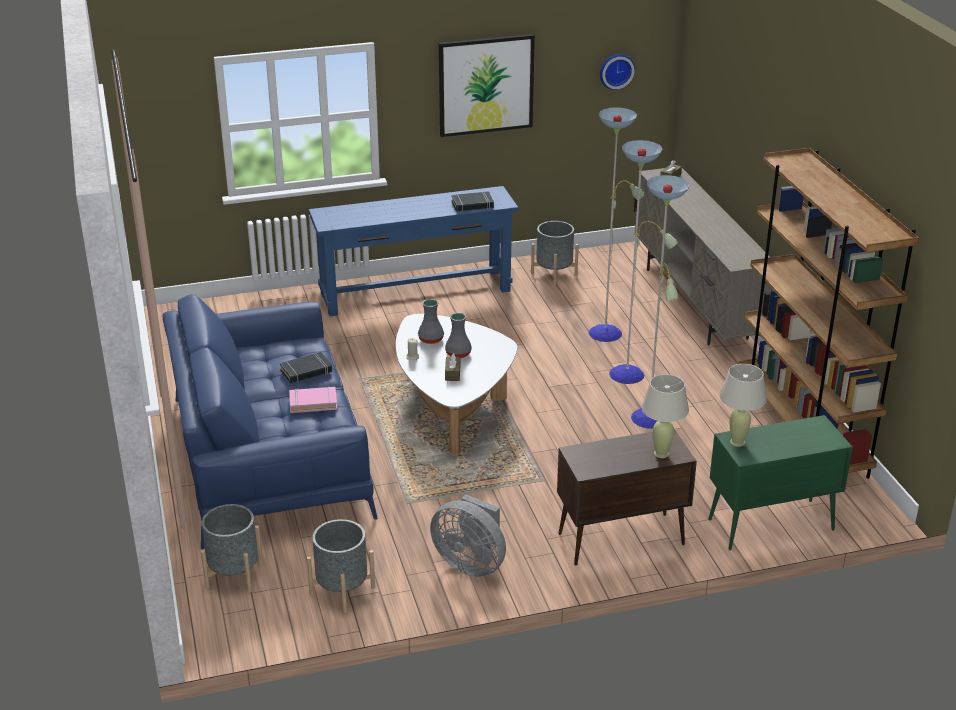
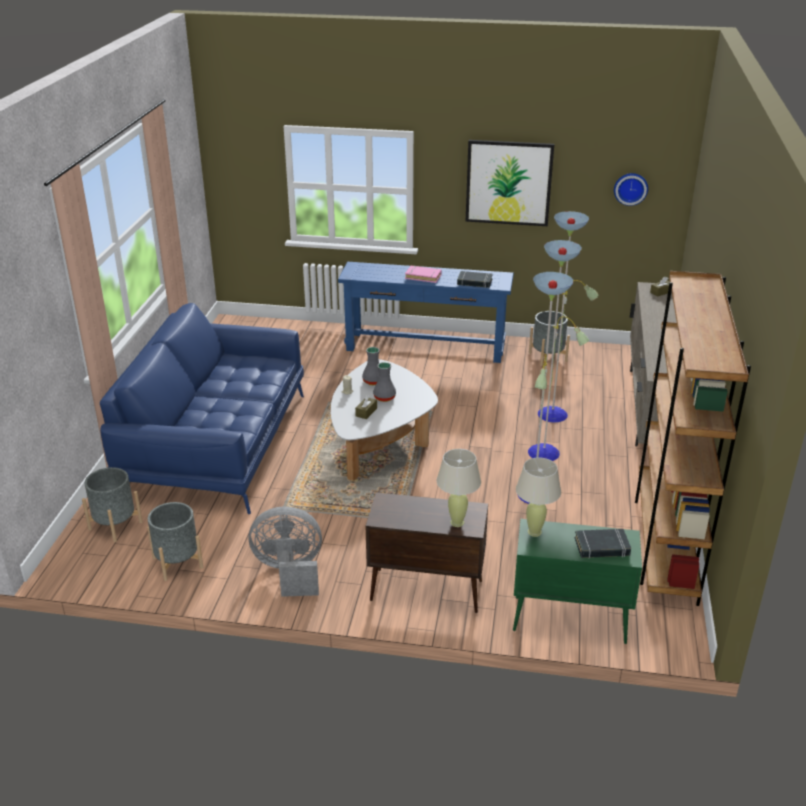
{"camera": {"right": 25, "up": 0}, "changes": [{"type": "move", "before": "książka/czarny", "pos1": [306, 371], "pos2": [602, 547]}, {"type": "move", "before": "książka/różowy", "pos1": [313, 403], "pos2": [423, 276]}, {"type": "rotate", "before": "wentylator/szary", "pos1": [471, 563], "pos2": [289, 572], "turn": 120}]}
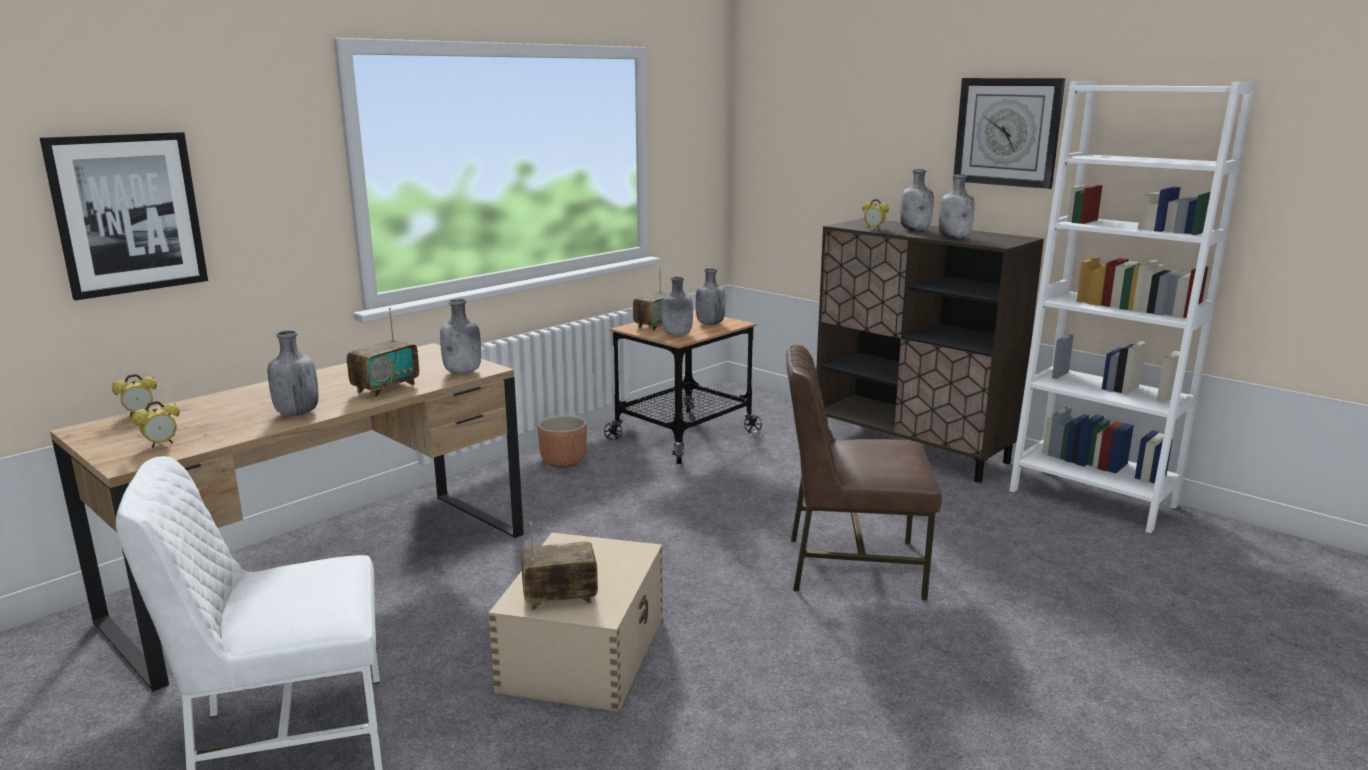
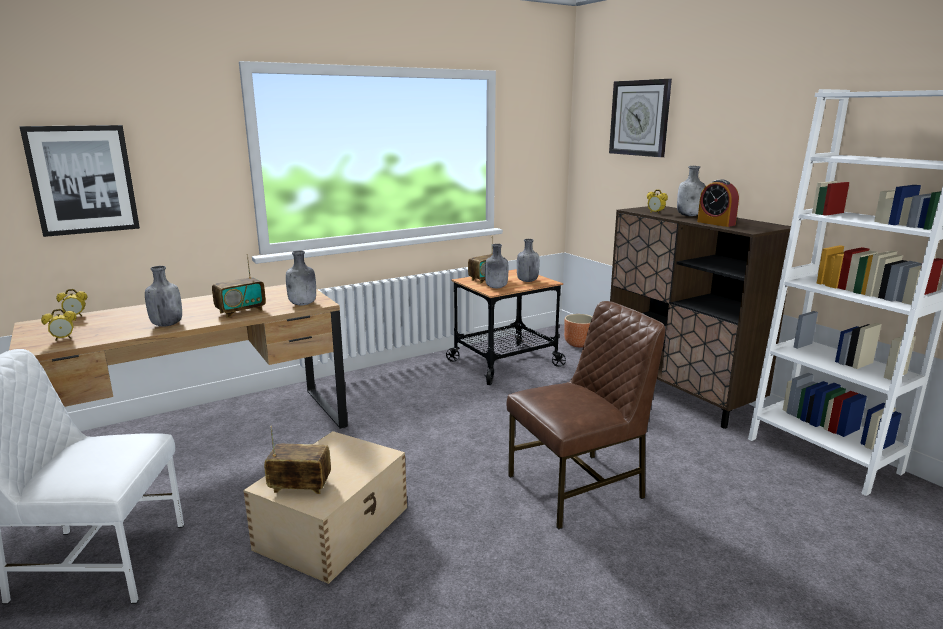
{"camera": {"right": 15, "up": 0}, "changes": [{"type": "move", "before": "donica/brązowy", "pos1": [564, 462], "pos2": [579, 344]}, {"type": "move", "before": "zegar ścienny", "pos1": [1007, 132], "pos2": [639, 118]}, {"type": "replace", "before": "butelka/szary", "after": "budzik", "pos1": [954, 238], "pos2": [716, 223]}, {"type": "rotate", "before": "krzesło/brązowy", "pos1": [851, 566], "pos2": [578, 487], "turn": 135}]}
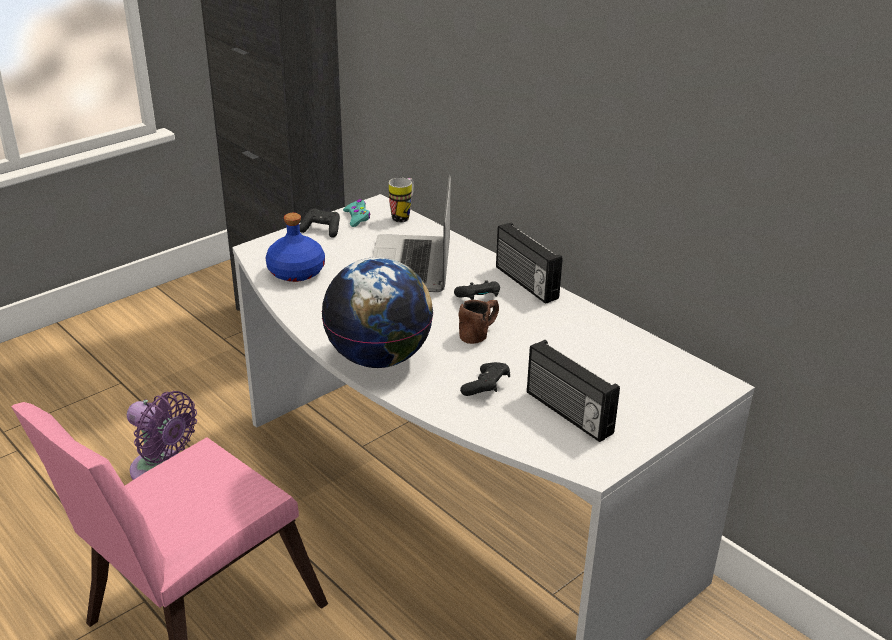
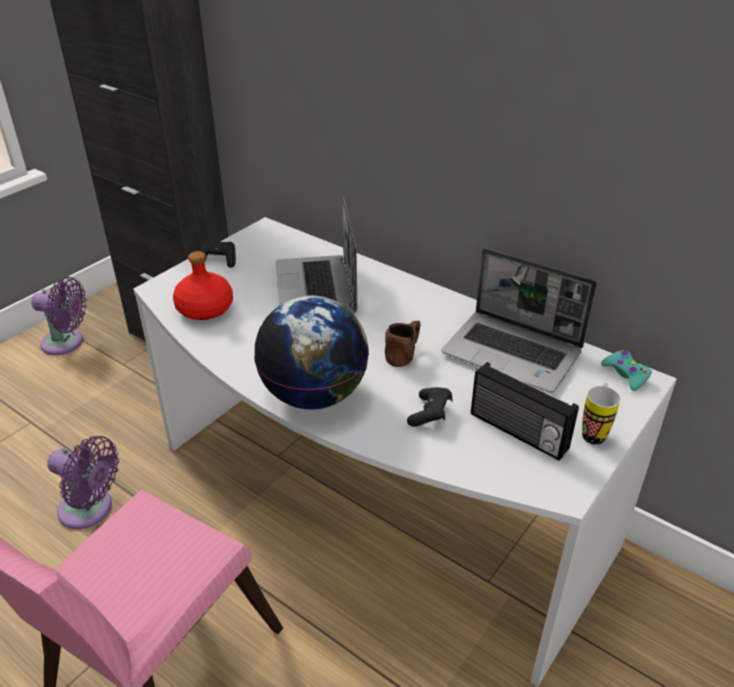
{"camera": {"right": -10, "up": 5}, "changes": [{"type": "delete", "before": "pad do gier/czarny", "pos1": [479, 299]}, {"type": "delete", "before": "radio", "pos1": [525, 283]}, {"type": "insert", "after": "wentylator/fioletowy", "pos2": [66, 343]}, {"type": "insert", "after": "laptop", "pos2": [514, 353]}, {"type": "move", "before": "pad do gier/turkusowy", "pos1": [357, 218], "pos2": [626, 374]}, {"type": "move", "before": "kubek", "pos1": [403, 216], "pos2": [594, 431]}, {"type": "recolor", "before": "butelka/niebieski", "after": "butelka/czerwony", "pos1": [295, 272], "pos2": [204, 309]}]}
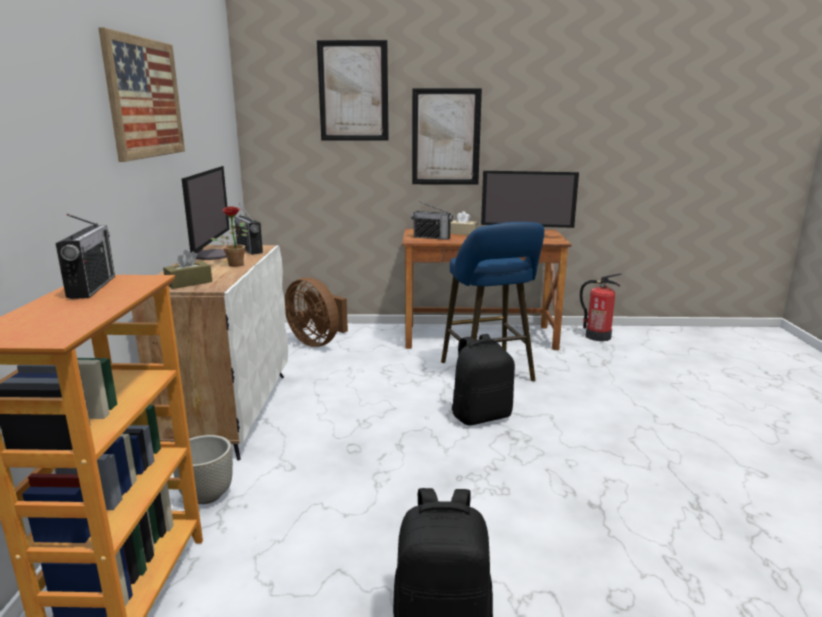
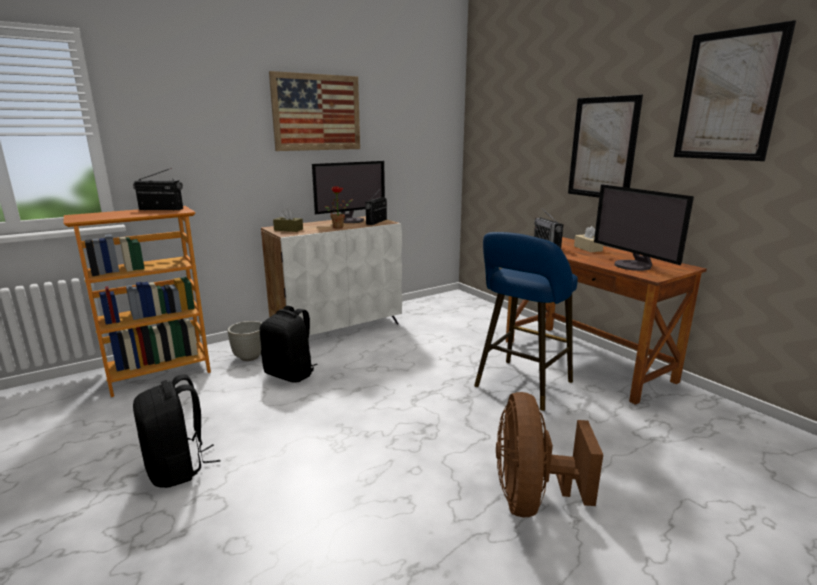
{"camera": {"right": 55, "up": 0}, "changes": [{"type": "delete", "before": "gaśnica", "pos1": [597, 336]}, {"type": "move", "before": "wentylator/brązowy", "pos1": [318, 342], "pos2": [532, 498]}, {"type": "move", "before": "obraz", "pos1": [353, 91], "pos2": [728, 96]}, {"type": "move", "before": "plecak/czarny", "pos1": [481, 415], "pos2": [290, 374]}, {"type": "rotate", "before": "radio", "pos1": [92, 287], "pos2": [161, 209], "turn": -135}]}
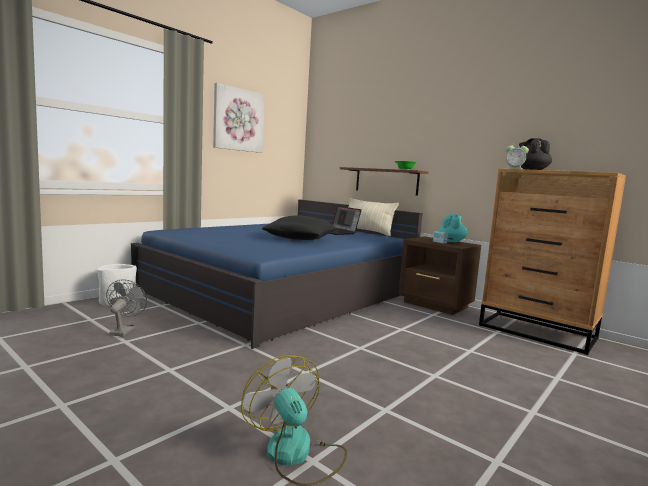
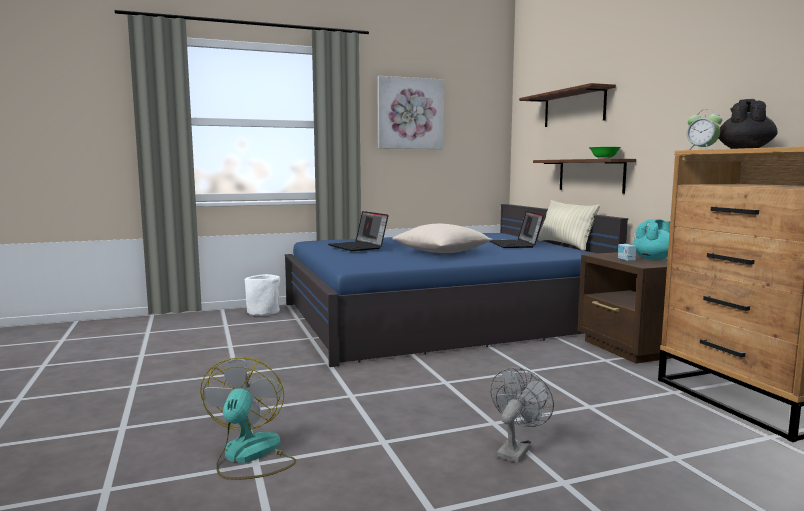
{"camera": {"right": 30, "up": 0}, "changes": [{"type": "insert", "after": "laptop", "pos2": [358, 247]}, {"type": "insert", "after": "półka/brązowy", "pos2": [574, 108]}, {"type": "move", "before": "wentylator/szary", "pos1": [124, 330], "pos2": [516, 449]}, {"type": "recolor", "before": "poduszka/czarny", "after": "poduszka/beżowy", "pos1": [300, 239], "pos2": [441, 252]}]}
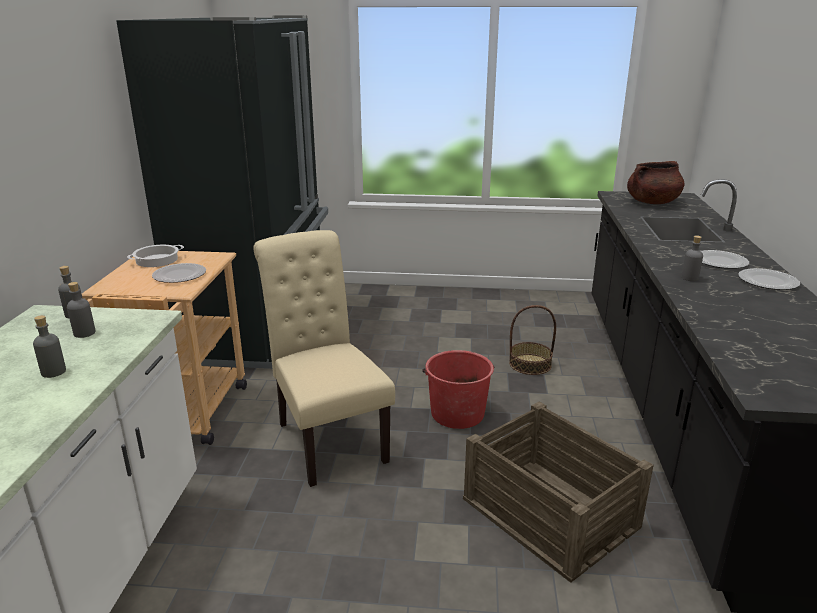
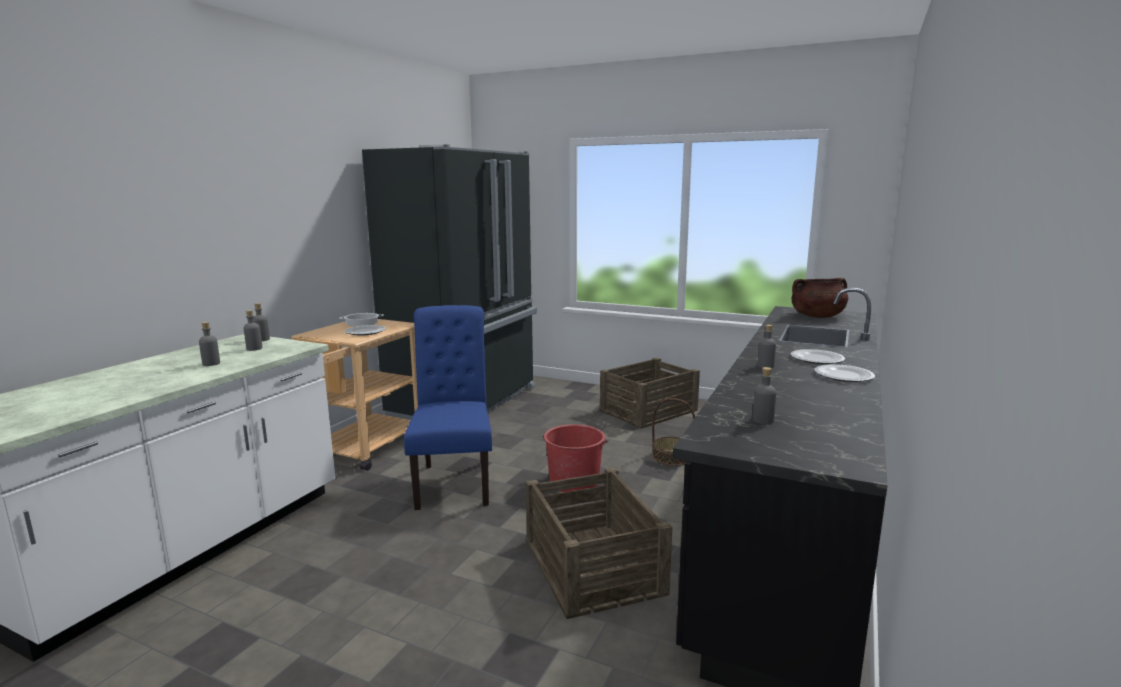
{"camera": {"right": 20, "up": -10}, "changes": [{"type": "insert", "after": "skrzynka", "pos2": [649, 410]}, {"type": "insert", "after": "butelka/szary", "pos2": [763, 420]}, {"type": "recolor", "before": "krzesło/beżowy", "after": "krzesło/niebieski", "pos1": [327, 438], "pos2": [454, 481]}]}
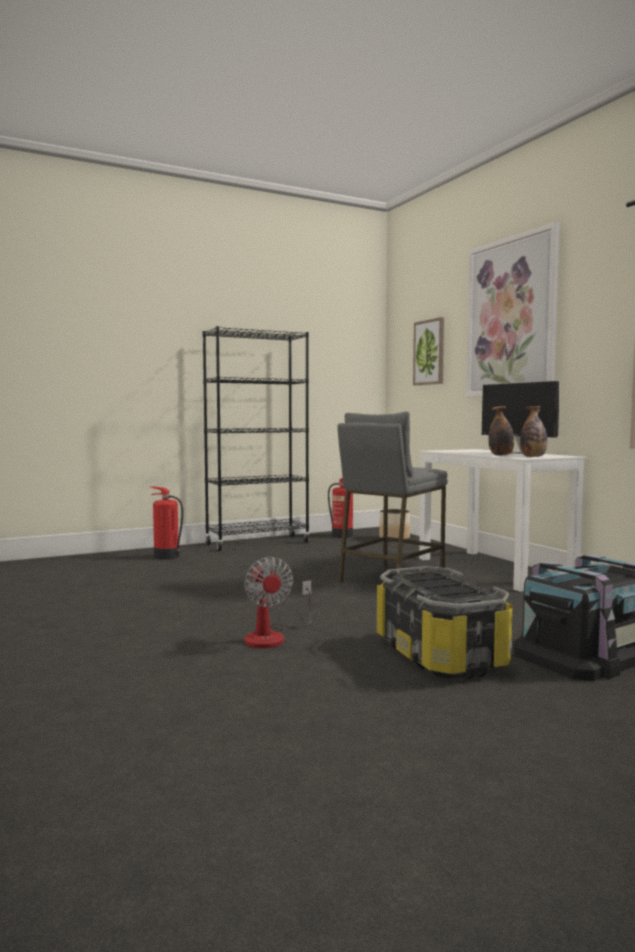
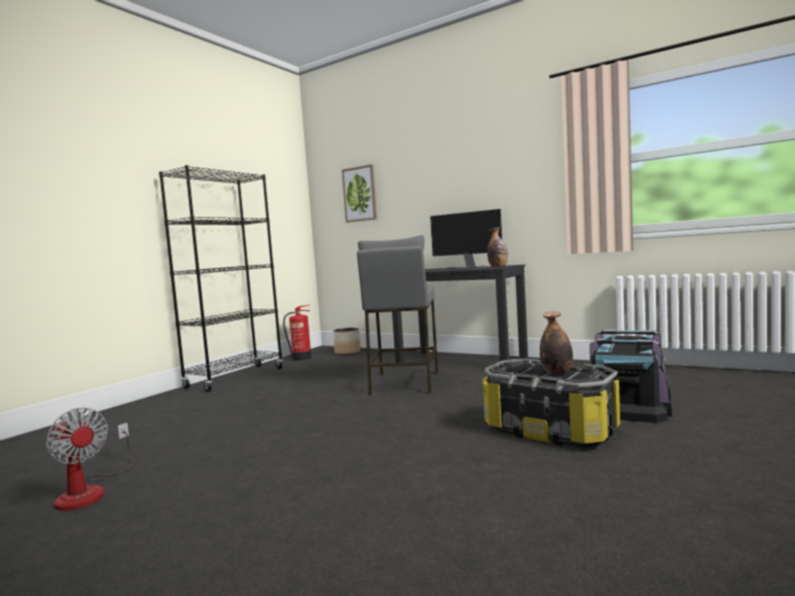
{"camera": {"right": -30, "up": 0}, "changes": [{"type": "delete", "before": "gaśnica", "pos1": [166, 556]}, {"type": "delete", "before": "obraz", "pos1": [511, 317]}, {"type": "move", "before": "wentylator", "pos1": [272, 636], "pos2": [90, 491]}, {"type": "move", "before": "butelka", "pos1": [501, 455], "pos2": [557, 373]}, {"type": "recolor", "before": "biurko/biały", "after": "biurko/czarny", "pos1": [493, 569], "pos2": [461, 361]}]}
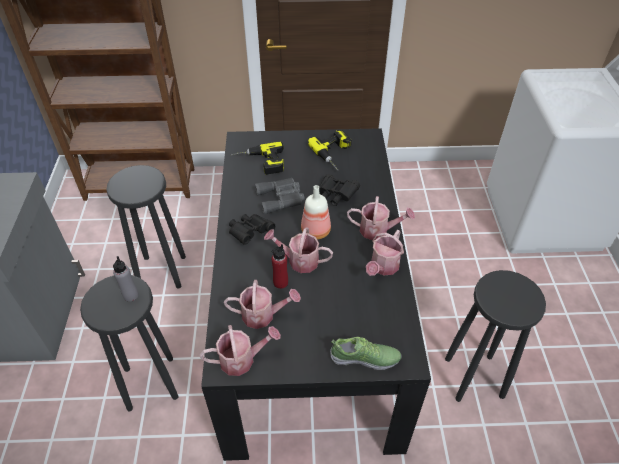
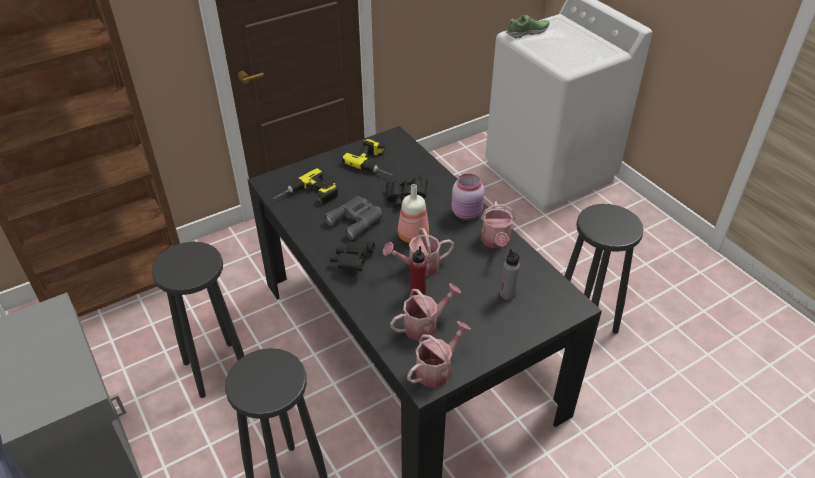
{"camera": {"right": -30, "up": -5}, "changes": [{"type": "move", "before": "butelka/szary", "pos1": [130, 295], "pos2": [507, 294]}, {"type": "move", "before": "but", "pos1": [365, 358], "pos2": [527, 33]}, {"type": "replace", "before": "konewka", "after": "słoik/różowy", "pos1": [378, 230], "pos2": [467, 213]}]}
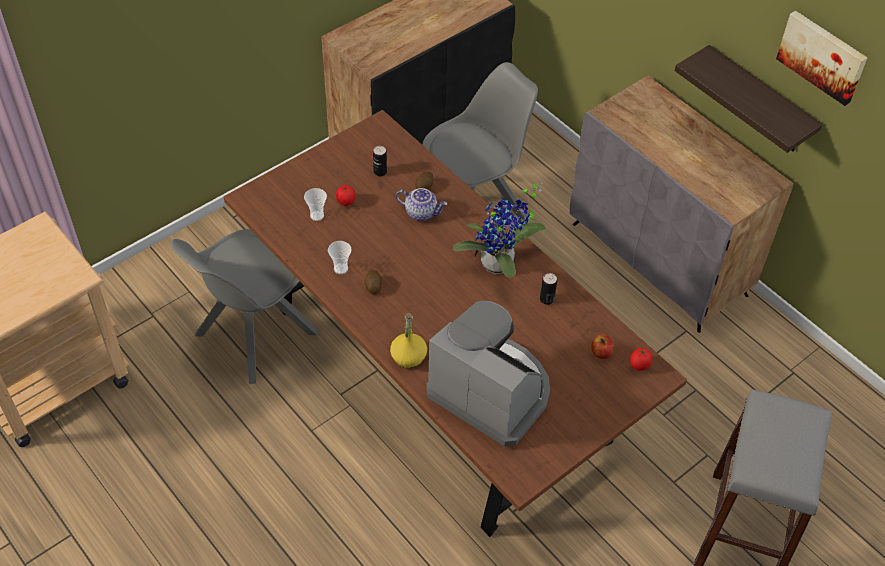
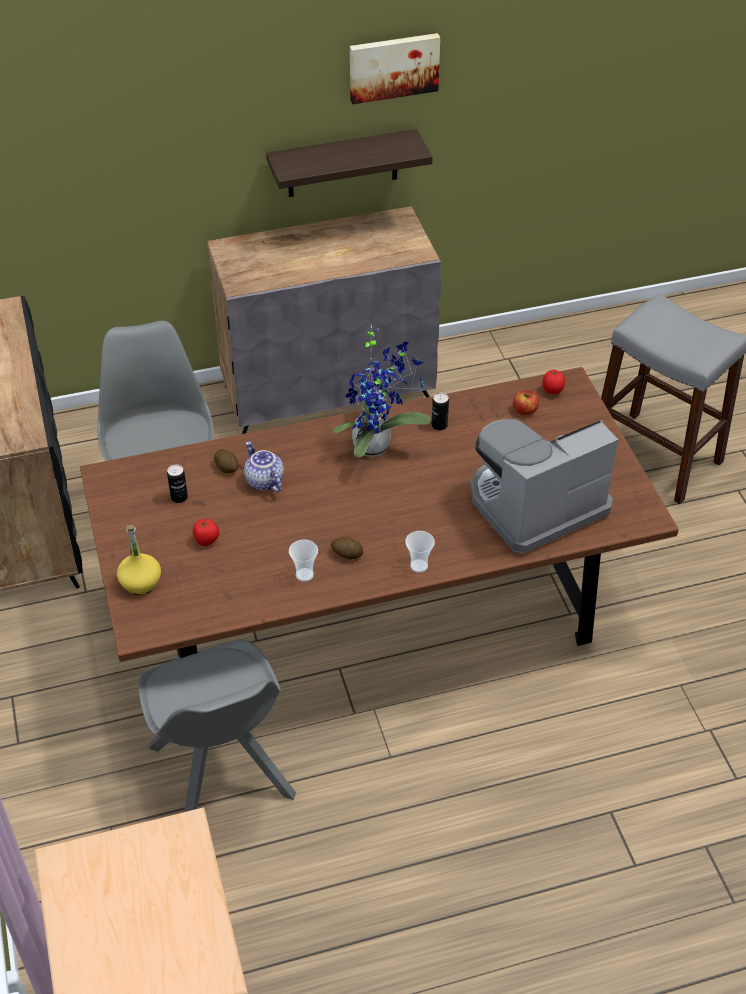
{"camera": {"right": -65, "up": -5}, "changes": [{"type": "move", "before": "filiżanka", "pos1": [317, 215], "pos2": [419, 566]}, {"type": "move", "before": "butelka/żółty", "pos1": [408, 357], "pos2": [140, 582]}, {"type": "rotate", "before": "imbryk", "pos1": [421, 212], "pos2": [263, 481], "turn": -75}]}
